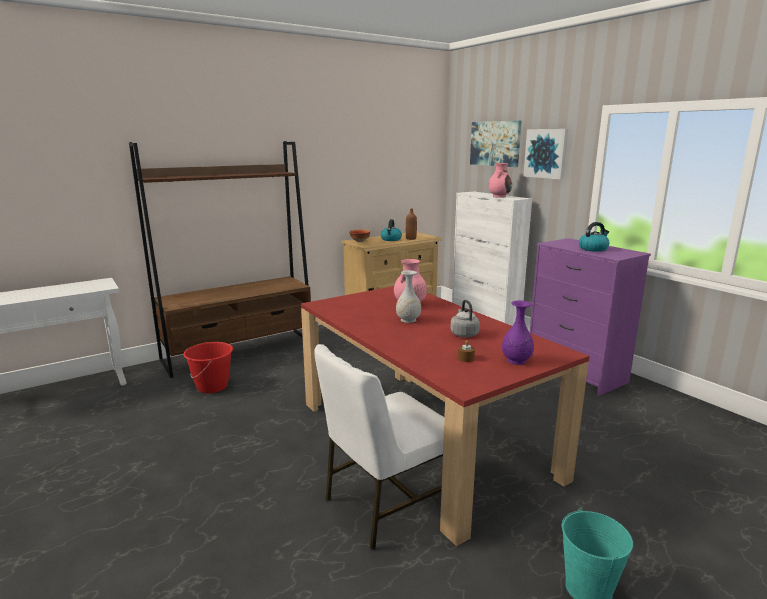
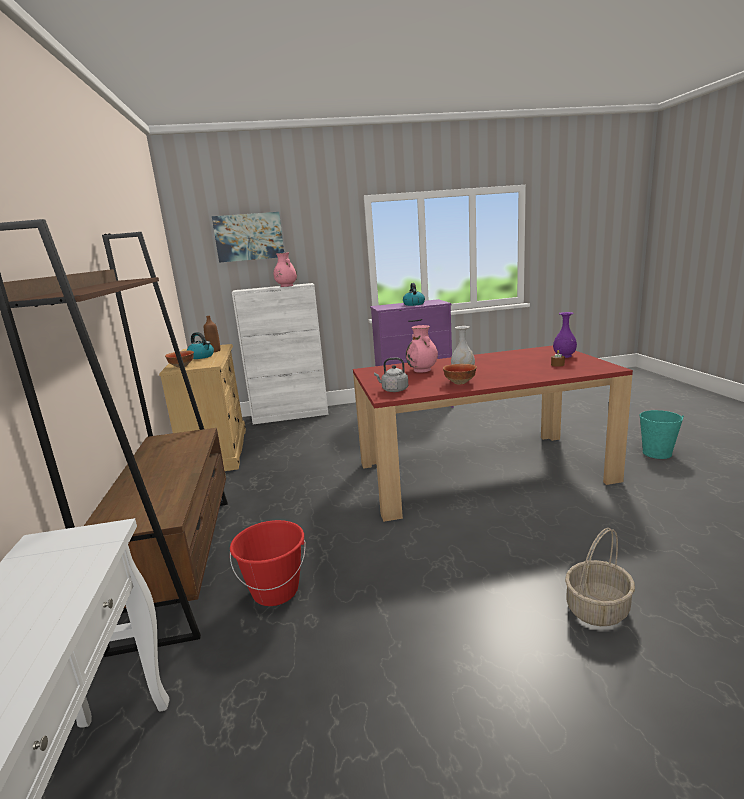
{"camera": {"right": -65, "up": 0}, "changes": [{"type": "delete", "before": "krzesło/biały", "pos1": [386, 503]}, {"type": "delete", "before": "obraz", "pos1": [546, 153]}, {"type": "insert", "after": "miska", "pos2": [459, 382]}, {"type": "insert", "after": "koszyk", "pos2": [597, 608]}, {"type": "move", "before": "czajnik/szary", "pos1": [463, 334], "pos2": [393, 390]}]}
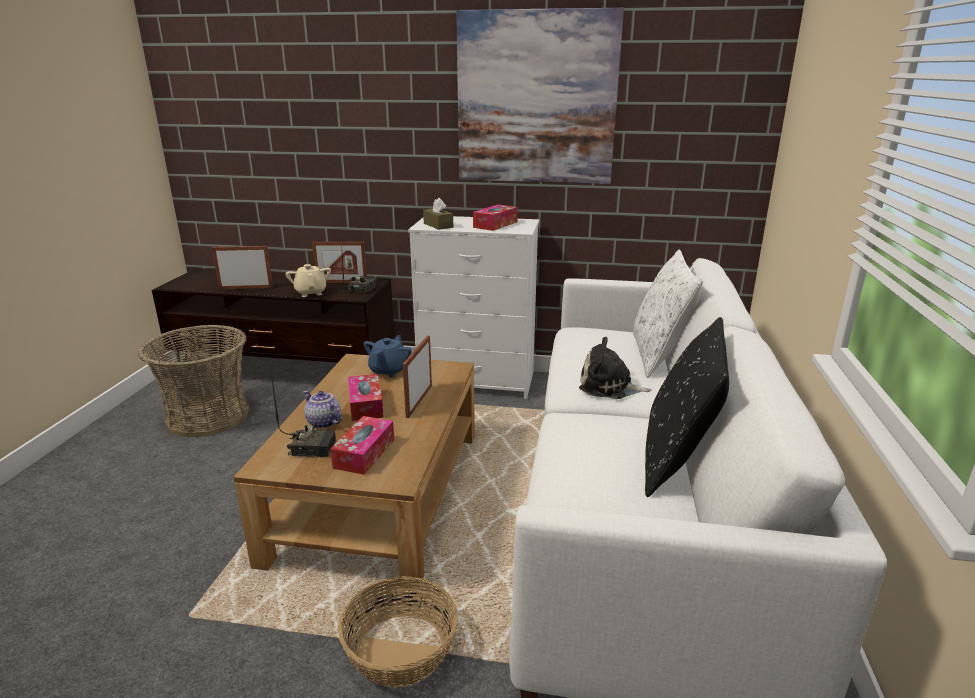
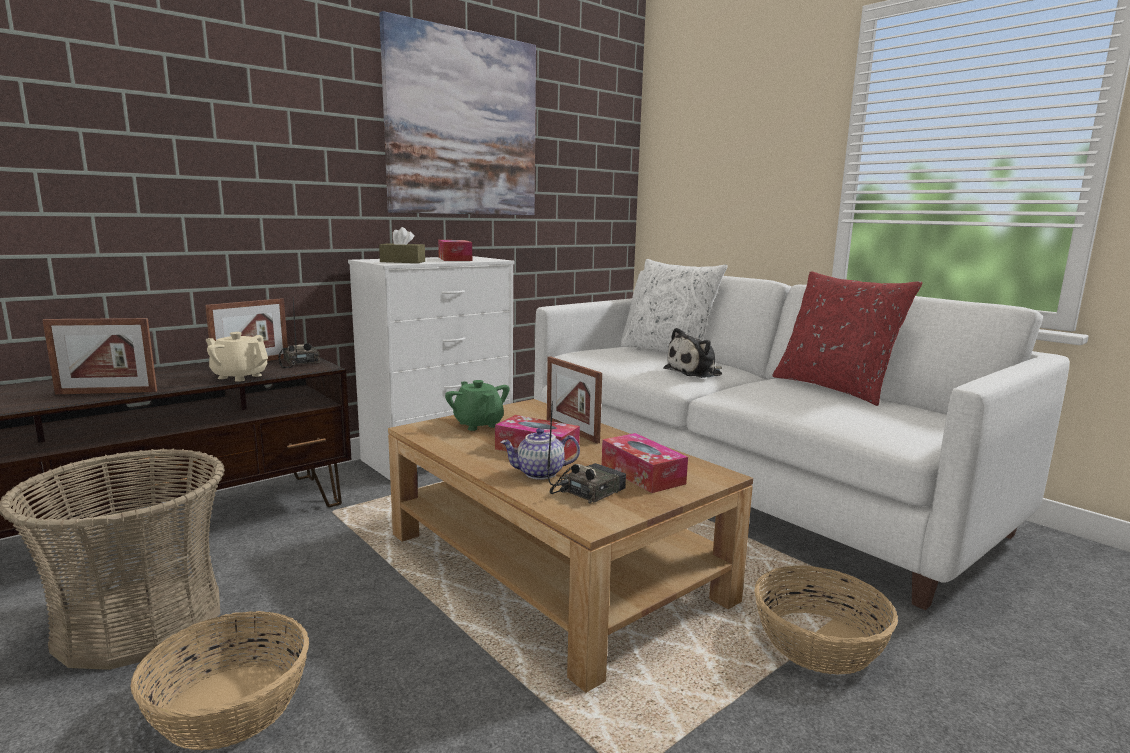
{"camera": {"right": -50, "up": -10}, "changes": [{"type": "insert", "after": "koszyk", "pos2": [228, 705]}, {"type": "recolor", "before": "imbryk/niebieski", "after": "imbryk/zielony", "pos1": [389, 370], "pos2": [478, 424]}, {"type": "recolor", "before": "poduszka/czarny", "after": "poduszka/czerwony", "pos1": [677, 460], "pos2": [834, 388]}, {"type": "rotate", "before": "ramka na zdjęcie", "pos1": [246, 288], "pos2": [106, 392], "turn": -135}]}
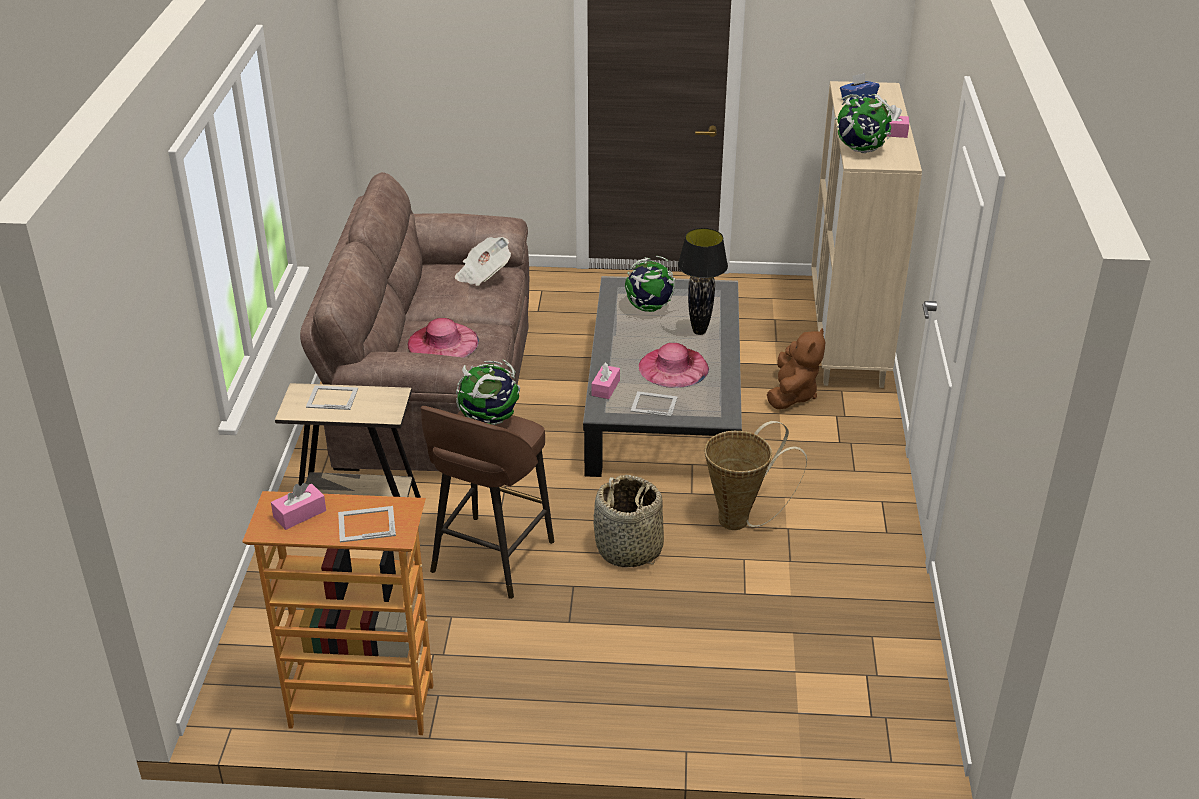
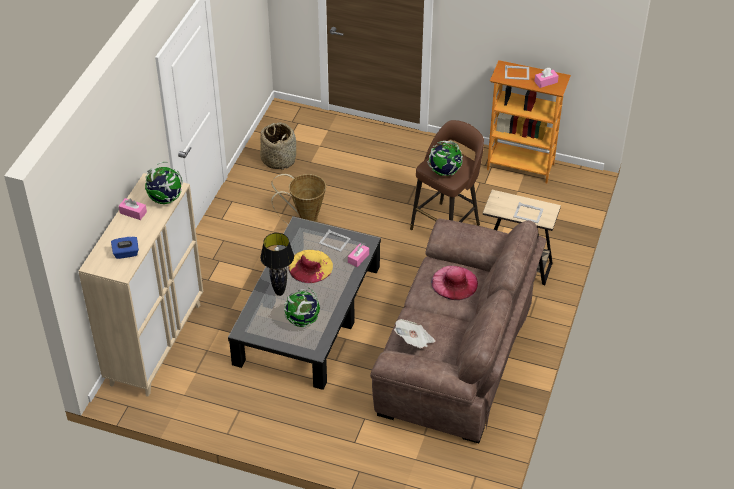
{"camera": {"right": -165, "up": 10}, "changes": [{"type": "delete", "before": "pluszak/brązowy", "pos1": [792, 395]}, {"type": "move", "before": "koszyk", "pos1": [629, 549], "pos2": [278, 159]}, {"type": "recolor", "before": "kapelusz/różowy", "after": "kapelusz/żółty", "pos1": [673, 367], "pos2": [310, 266]}]}
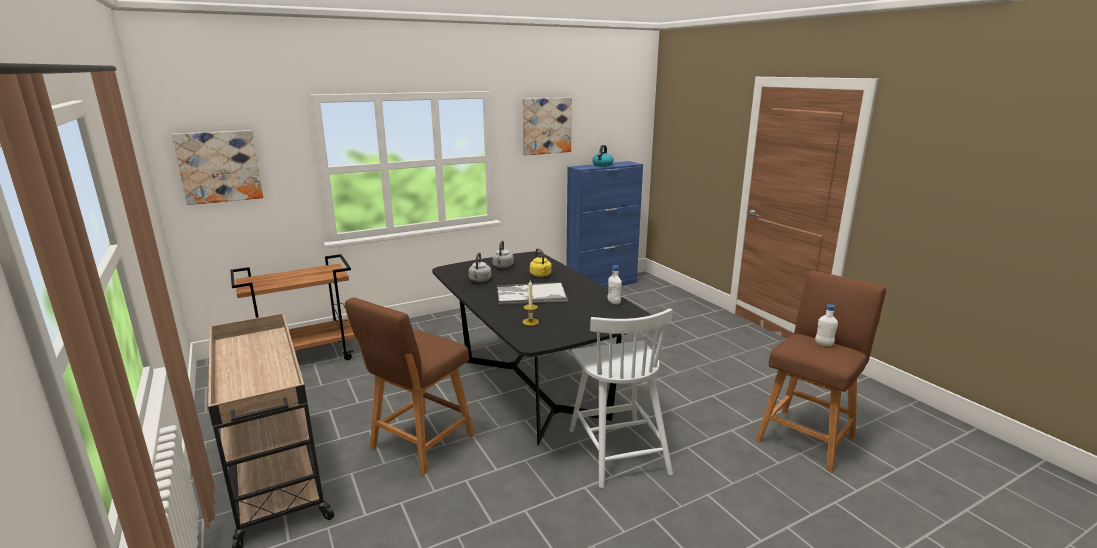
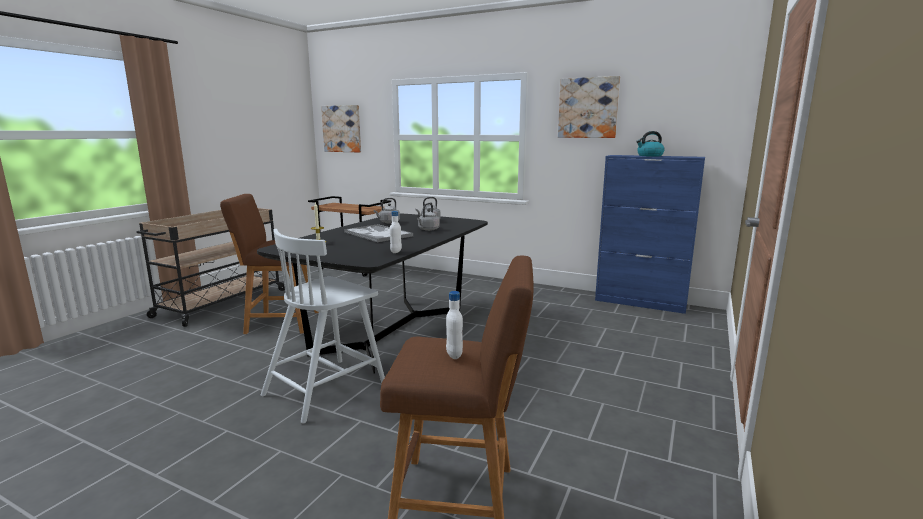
{"camera": {"right": 55, "up": -5}, "changes": [{"type": "recolor", "before": "czajnik/żółty", "after": "czajnik/szary", "pos1": [541, 275], "pos2": [428, 229]}]}
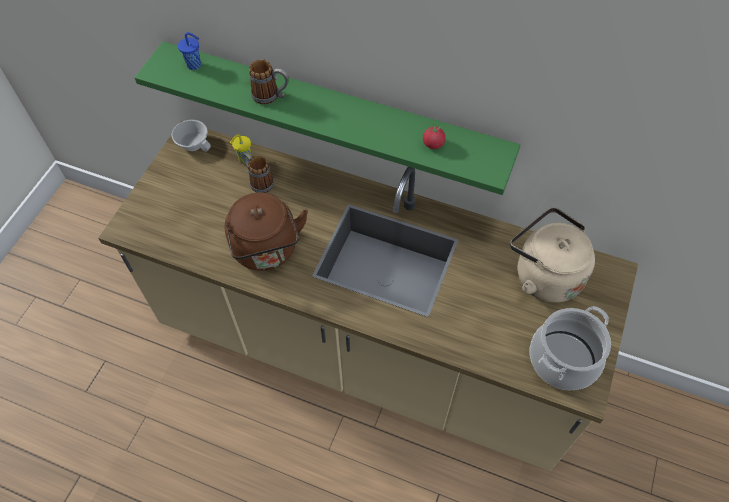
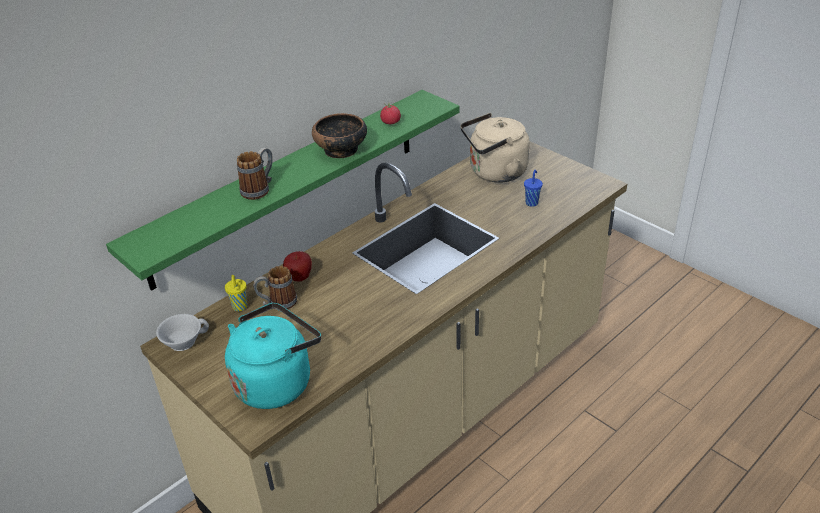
{"camera": {"right": -65, "up": -20}, "changes": [{"type": "delete", "before": "czajnik/brązowy", "pos1": [267, 251]}, {"type": "delete", "before": "garnek", "pos1": [563, 359]}, {"type": "insert", "after": "czajnik/turkusowy", "pos2": [276, 381]}, {"type": "insert", "after": "jabłko", "pos2": [299, 278]}, {"type": "insert", "after": "miska", "pos2": [341, 150]}, {"type": "move", "before": "filiżanka/niebieski", "pos1": [195, 65], "pos2": [532, 202]}]}
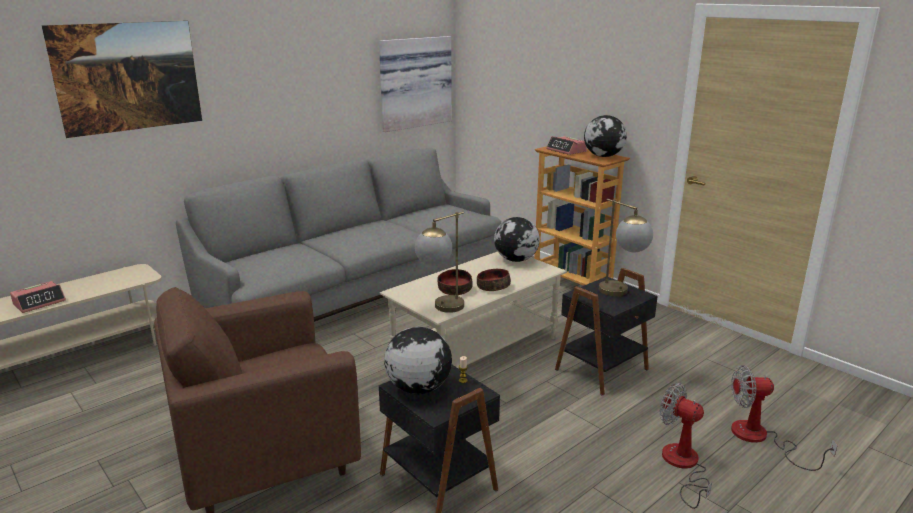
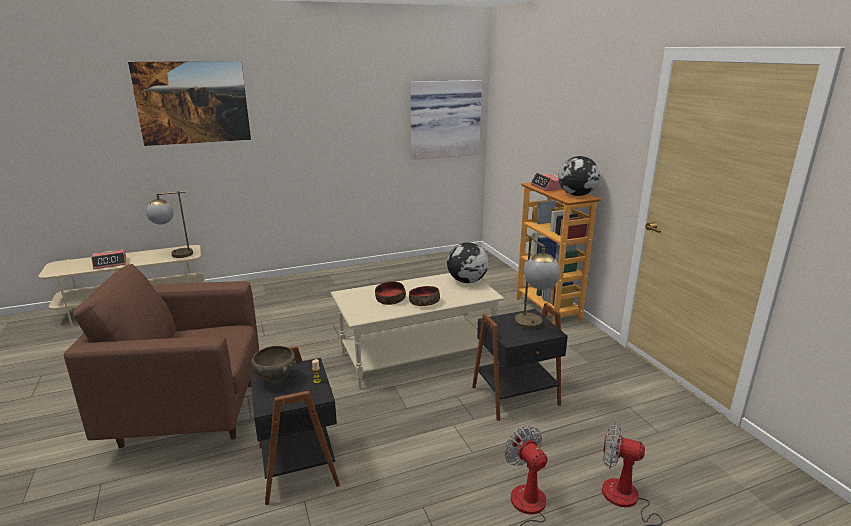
{"camera": {"right": 20, "up": 0}, "changes": [{"type": "delete", "before": "kanapa/szary", "pos1": [357, 286]}, {"type": "move", "before": "lampa stołowa", "pos1": [441, 309], "pos2": [174, 255]}, {"type": "replace", "before": "globus", "after": "miska/brązowy", "pos1": [418, 388], "pos2": [275, 380]}]}
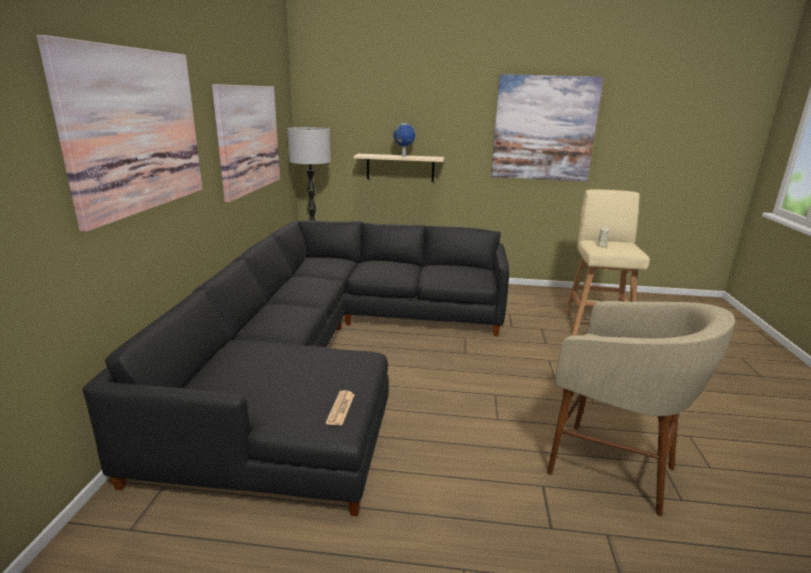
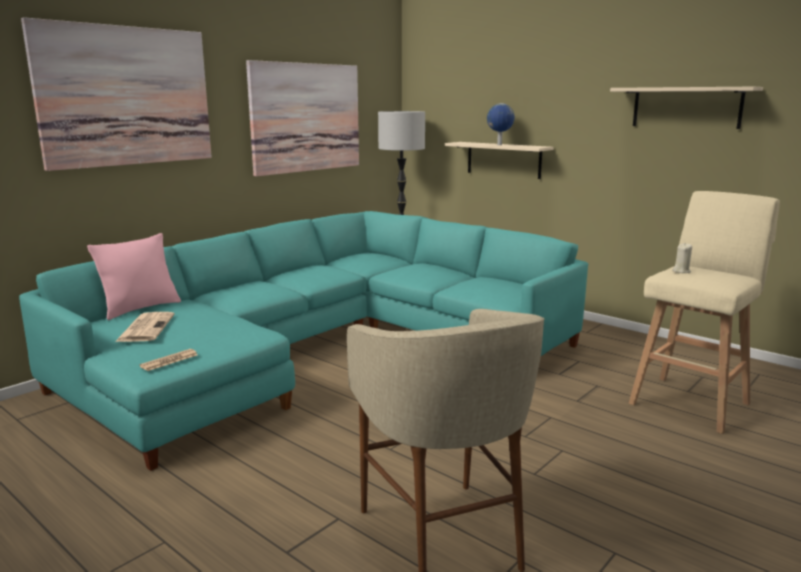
{"camera": {"right": 35, "up": -5}, "changes": [{"type": "insert", "after": "poduszka/różowy", "pos2": [140, 308]}, {"type": "insert", "after": "gazeta", "pos2": [146, 328]}, {"type": "replace", "before": "obraz", "after": "półka/beżowy", "pos1": [544, 129], "pos2": [686, 107]}, {"type": "recolor", "before": "kanapa/czarny", "after": "kanapa/turkusowy", "pos1": [332, 353], "pos2": [320, 350]}]}
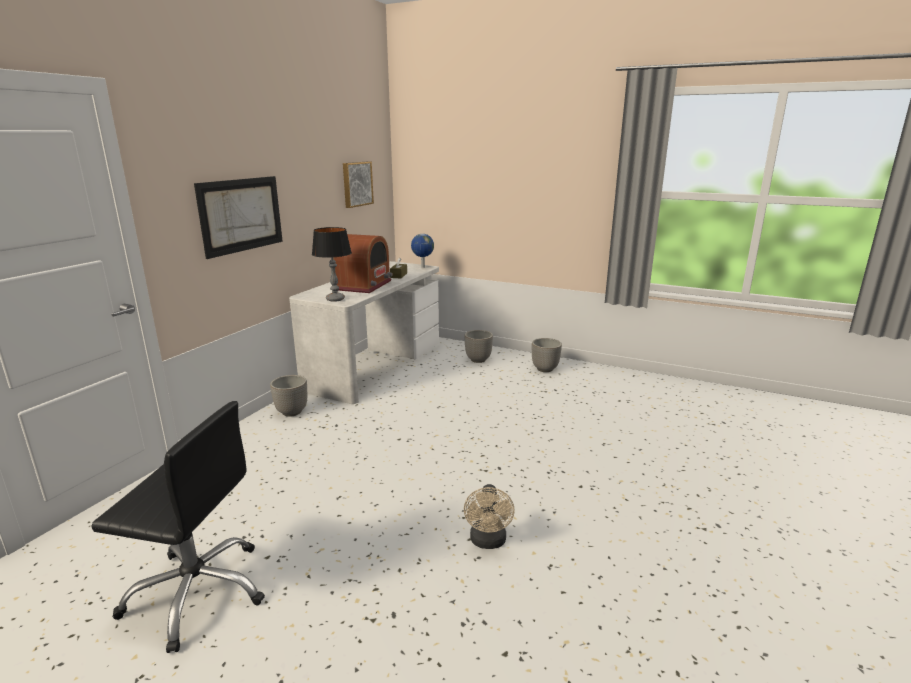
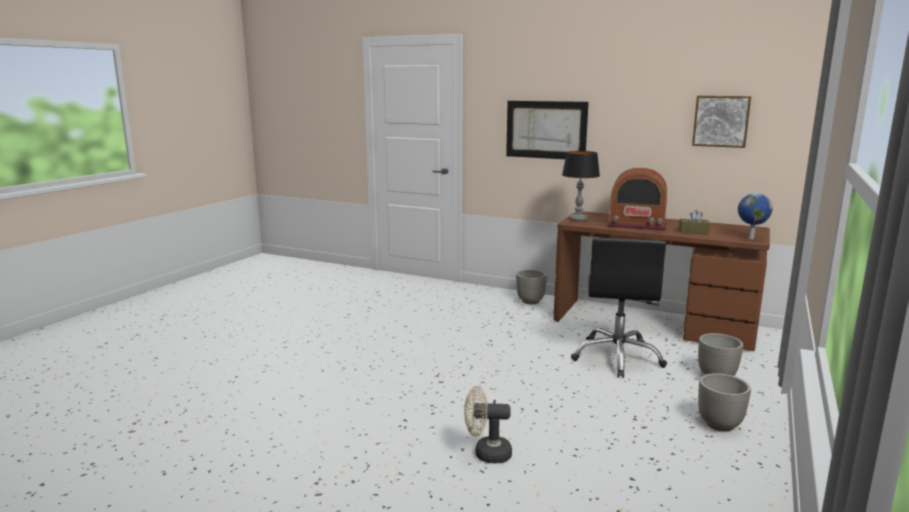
{"camera": {"right": 90, "up": -5}, "changes": [{"type": "move", "before": "krzesło biurowe/czarny", "pos1": [197, 592], "pos2": [617, 357]}, {"type": "move", "before": "wentylator/beżowy", "pos1": [488, 542], "pos2": [486, 453]}, {"type": "recolor", "before": "biurko/biały", "after": "biurko/brązowy", "pos1": [375, 365], "pos2": [653, 323]}]}
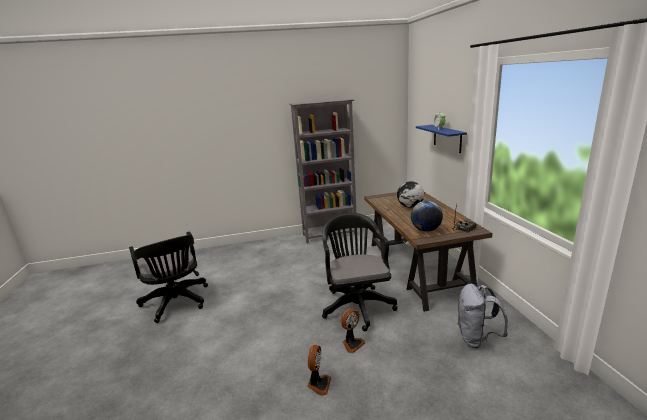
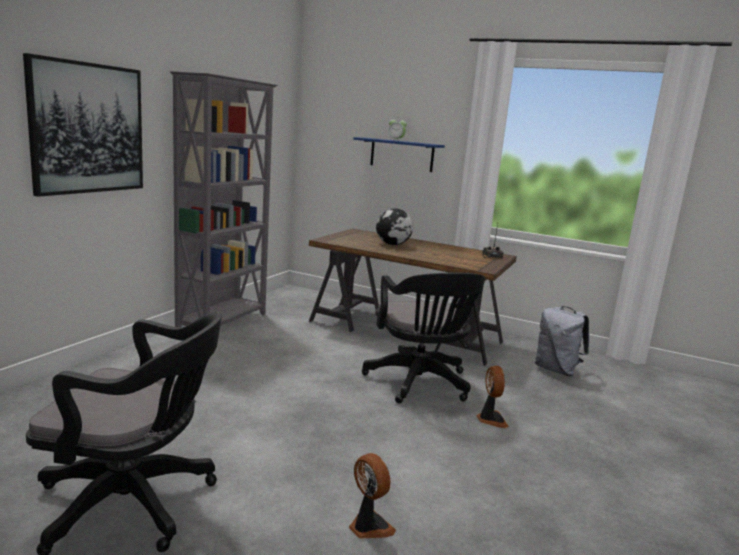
{"camera": {"right": -55, "up": -5}, "changes": [{"type": "delete", "before": "globus", "pos1": [426, 230]}, {"type": "insert", "after": "obraz", "pos2": [88, 128]}, {"type": "move", "before": "wentylator", "pos1": [318, 384], "pos2": [368, 526]}, {"type": "rotate", "before": "krzesło biurowe/czarny", "pos1": [357, 305], "pos2": [420, 384], "turn": -135}]}
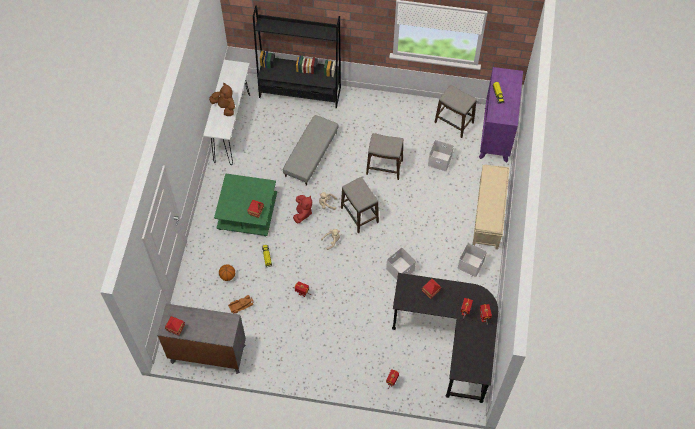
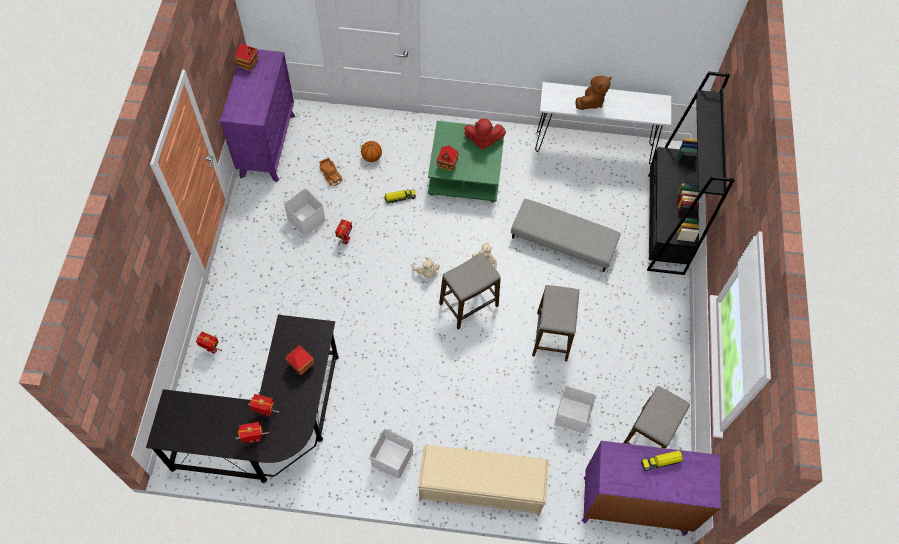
{"camera": {"right": 85, "up": 0}, "changes": [{"type": "move", "before": "pluszak/czerwony", "pos1": [302, 213], "pos2": [483, 140]}, {"type": "move", "before": "pojemnik do przechowywania/biały", "pos1": [400, 269], "pos2": [307, 219]}, {"type": "recolor", "before": "komoda/szary", "after": "komoda/fioletowy", "pos1": [208, 353], "pos2": [267, 145]}]}
